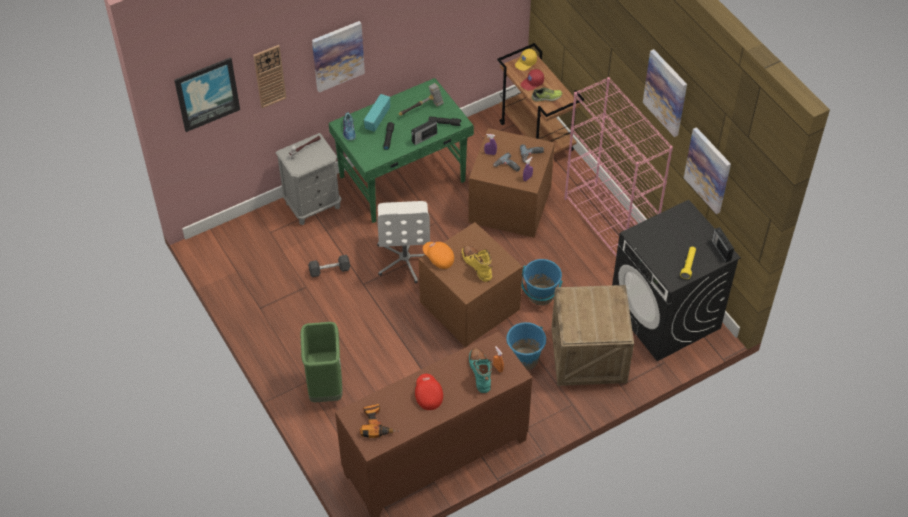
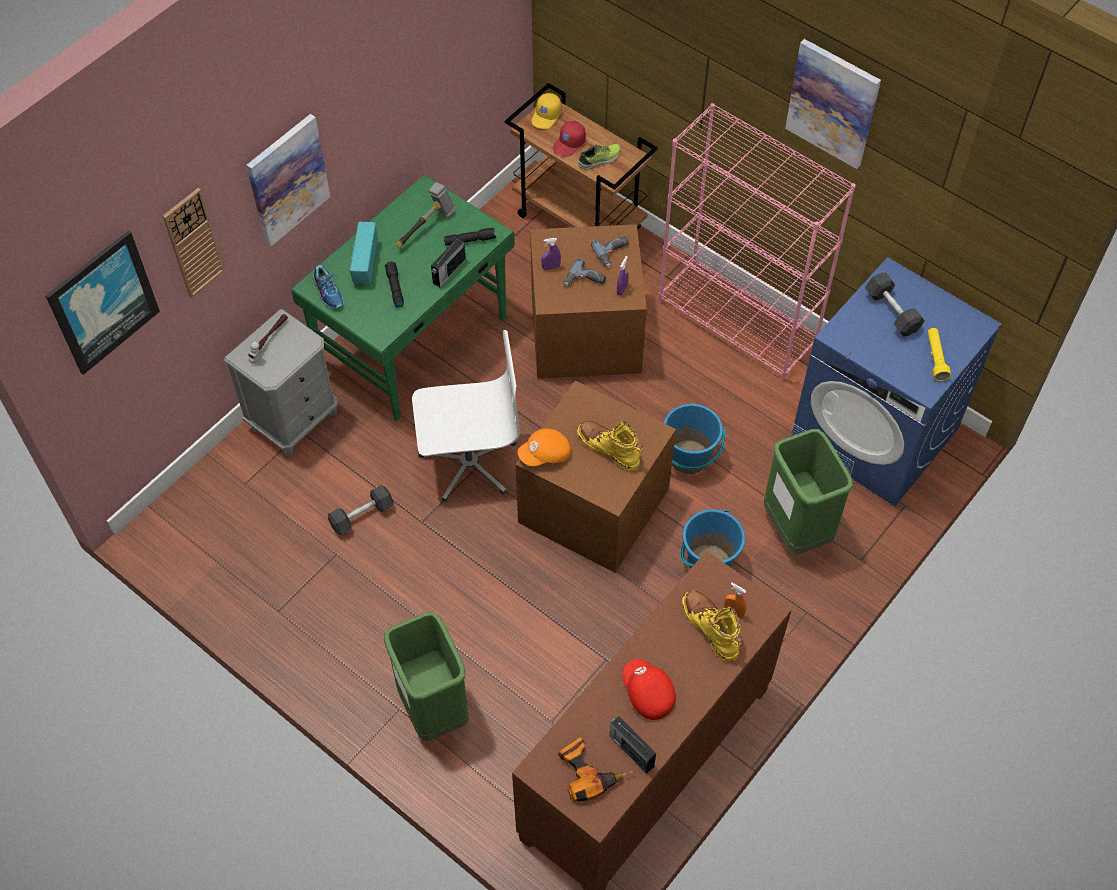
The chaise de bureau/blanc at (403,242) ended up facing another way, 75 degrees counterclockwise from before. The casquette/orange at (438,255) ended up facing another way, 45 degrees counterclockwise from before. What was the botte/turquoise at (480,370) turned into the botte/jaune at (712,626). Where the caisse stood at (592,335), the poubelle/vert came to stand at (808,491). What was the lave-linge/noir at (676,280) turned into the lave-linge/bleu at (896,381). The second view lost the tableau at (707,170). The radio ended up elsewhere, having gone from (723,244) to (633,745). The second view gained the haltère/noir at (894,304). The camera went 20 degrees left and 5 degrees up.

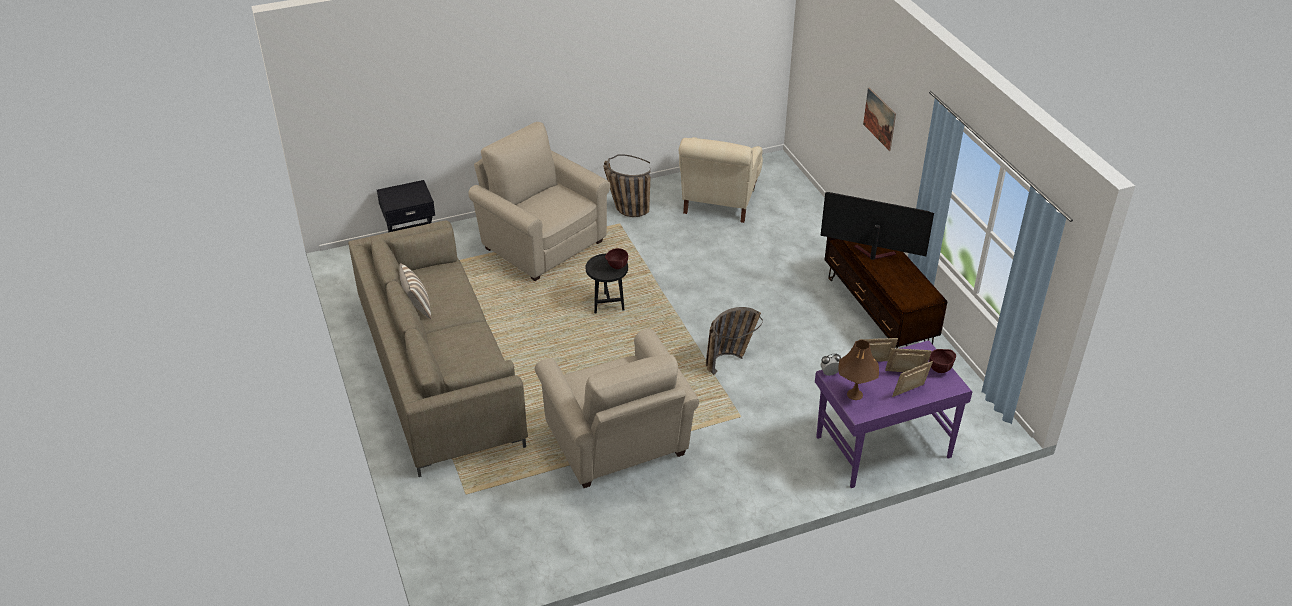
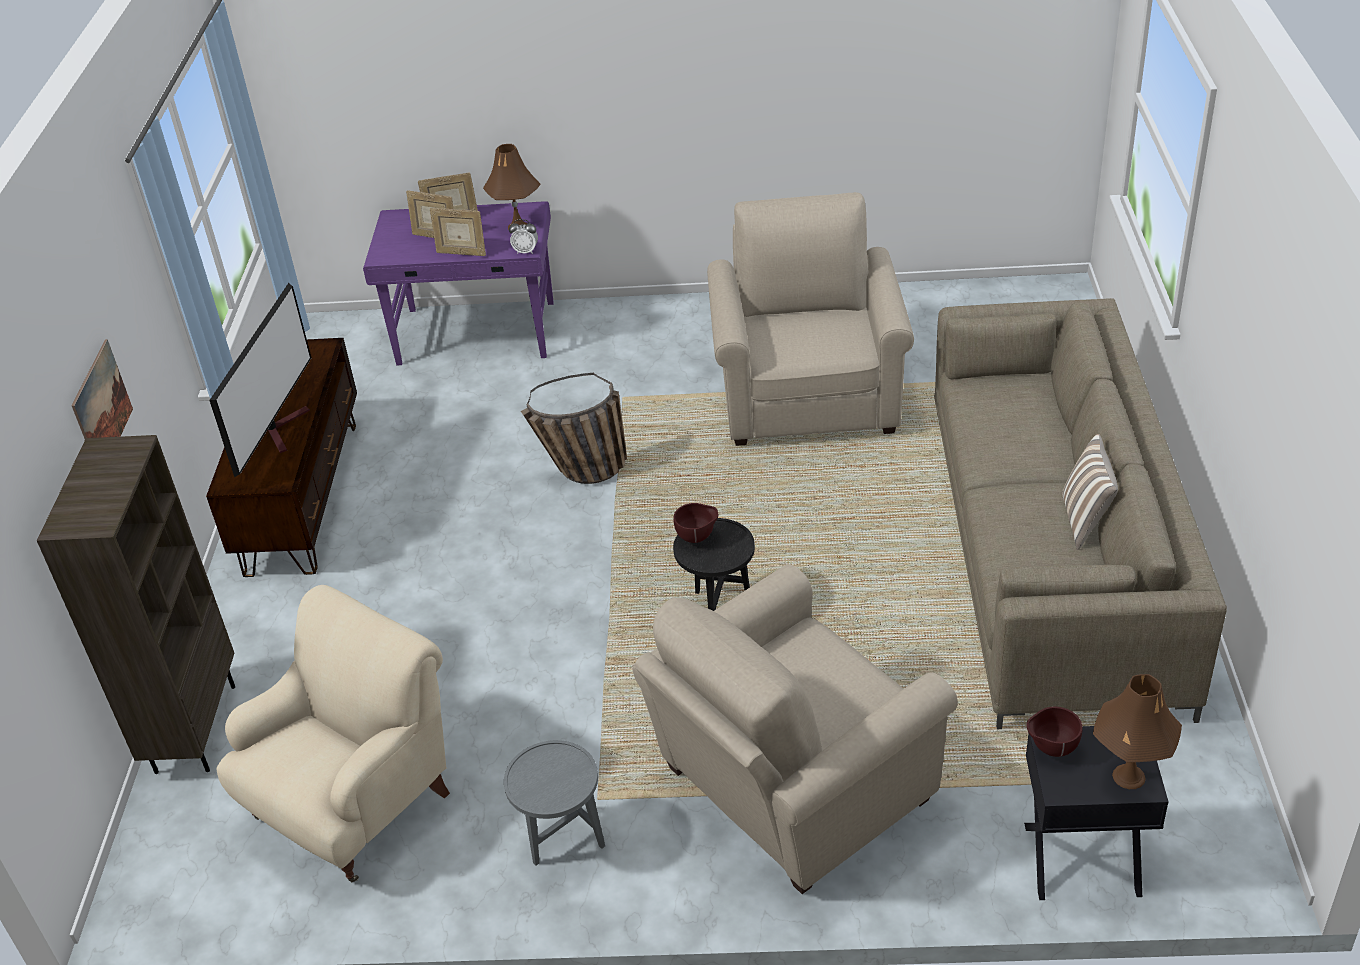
The fauteuil/beige at (539,201) ended up facing another way, 75 degrees clockwise from before. Where the panier stood at (627,185), the table d'appoint/gris came to stand at (554,802). The téléviseur at (877,226) ended up facing another way, 120 degrees counterclockwise from before. The bol/marron ended up elsewhere, having gone from (942,361) to (1054,732). The second view gained the bibliothèque/marron at (136,604). The second view gained the lampe de table/marron at (1137,731). The camera went 155 degrees left and 0 degrees up.

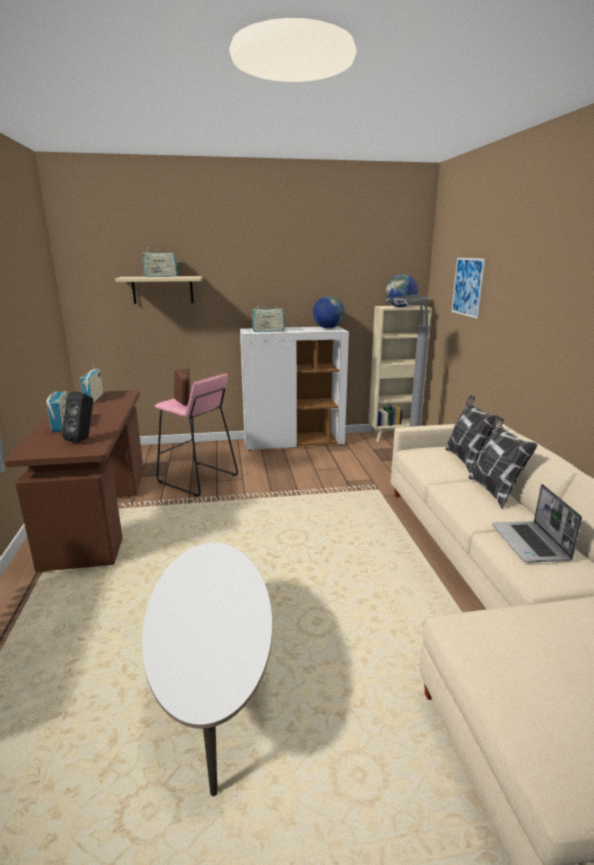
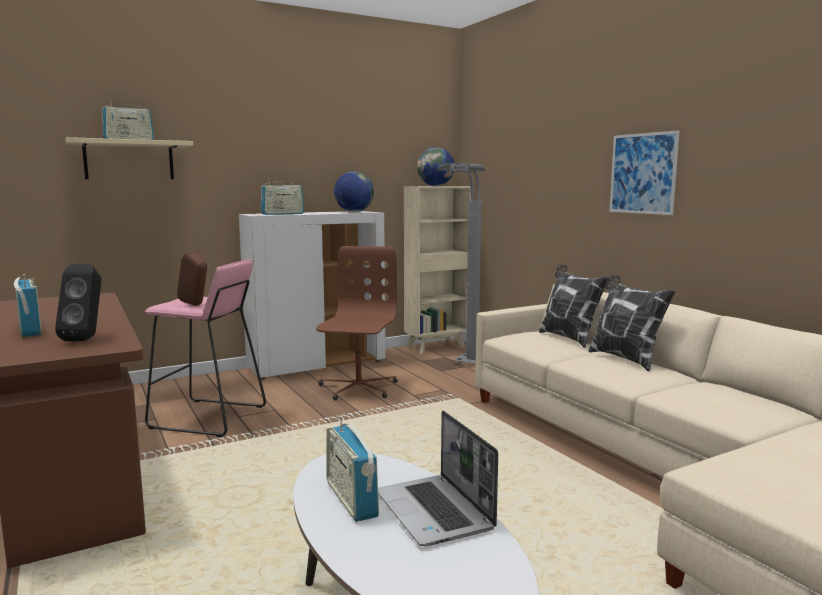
The radio ended up elsewhere, having gone from (91,385) to (352,468). The tableau ended up elsewhere, having gone from (468,288) to (645,172). The ordinateur portable ended up elsewhere, having gone from (537,523) to (438,478). The second view gained the chaise de bureau/marron at (357,323). The camera went 20 degrees left and 10 degrees down.

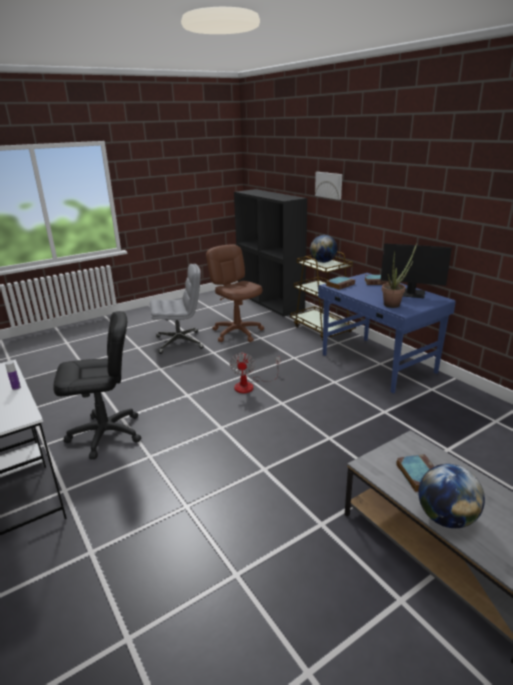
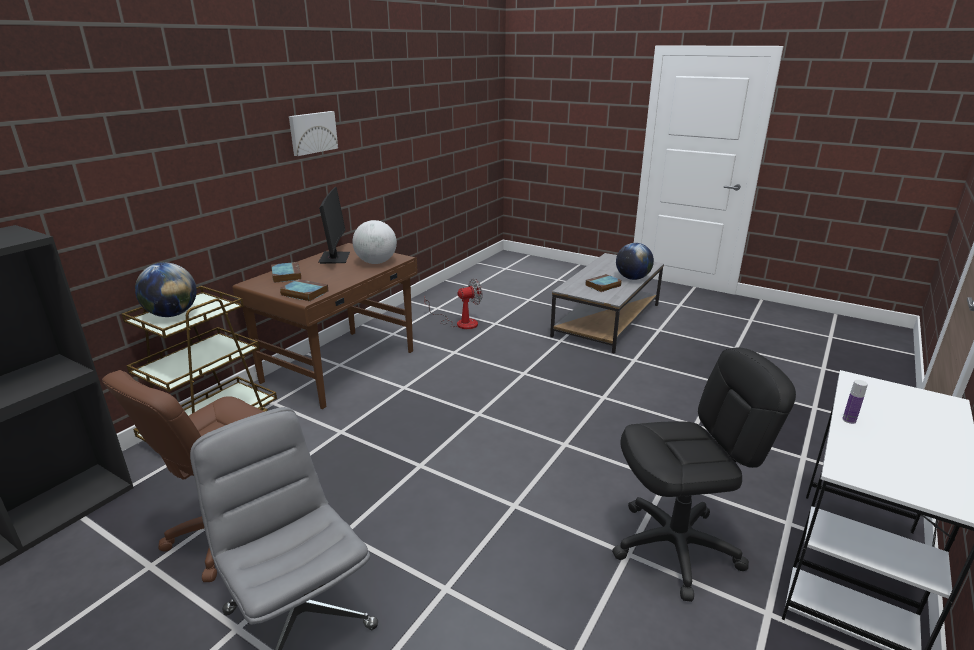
The chaise de bureau/noir at (97,385) ended up facing another way, 120 degrees clockwise from before. The ventilateur ended up elsewhere, having gone from (255,372) to (453,304). The tableau ended up elsewhere, having gone from (328,186) to (313,133). What was the bureau/bleu at (387,333) turned into the bureau/marron at (325,326). Where the plante en pot stood at (399,276), the globe came to stand at (375,242). The camera went 115 degrees left and 0 degrees up.

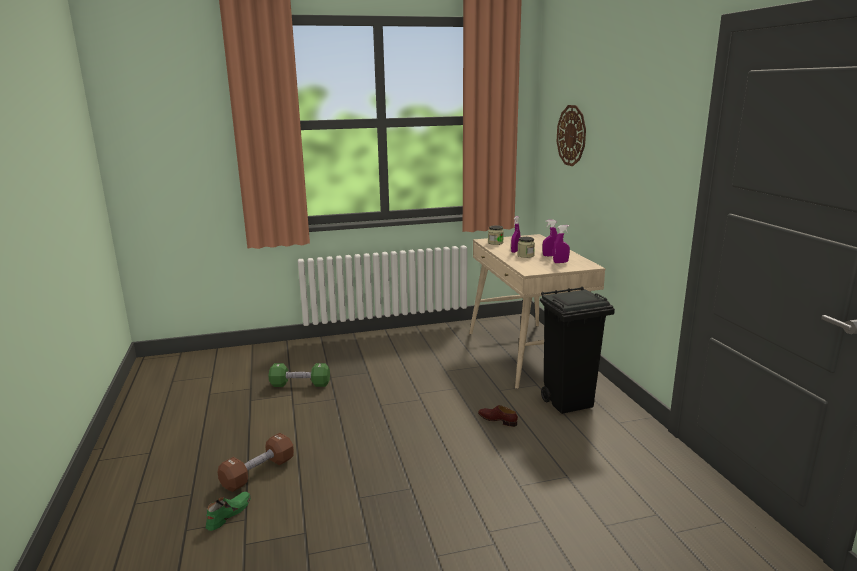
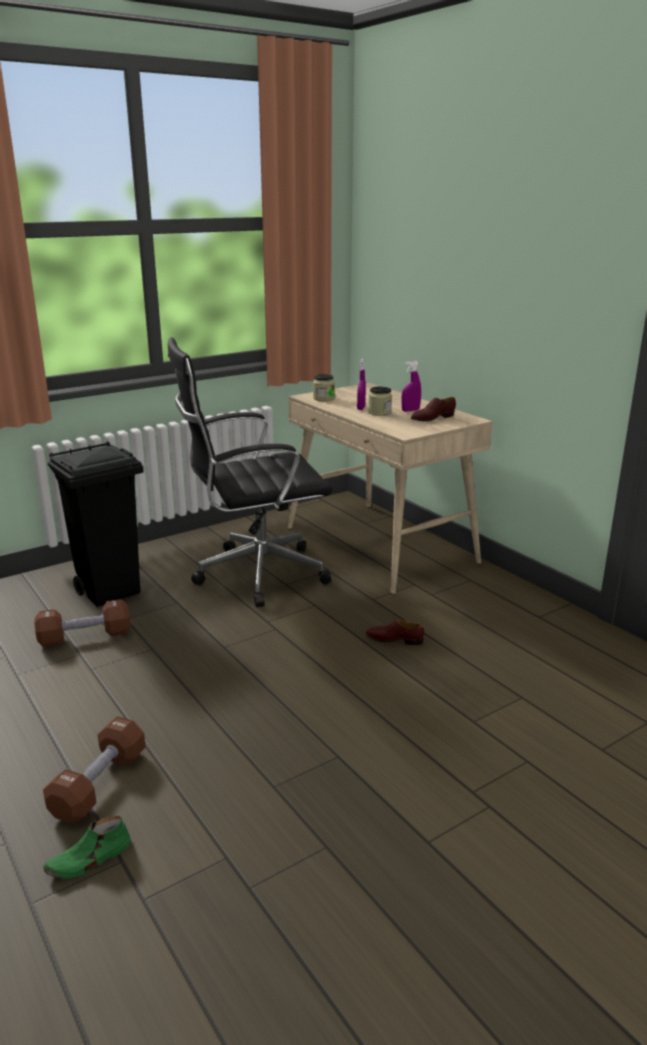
The chaussure/vert at (228,511) ended up facing another way, 135 degrees counterclockwise from before. What was the haltère/vert at (299,375) turned into the haltère/marron at (82,623). The poubelle/noir ended up elsewhere, having gone from (577,350) to (96,524). Where the vaporisateur/violet stood at (561,244), the chaussure/marron came to stand at (433,409). The second view lost the horloge murale at (571,135). The second view gained the chaise de bureau/noir at (250,472). The camera went 20 degrees left and 5 degrees up.

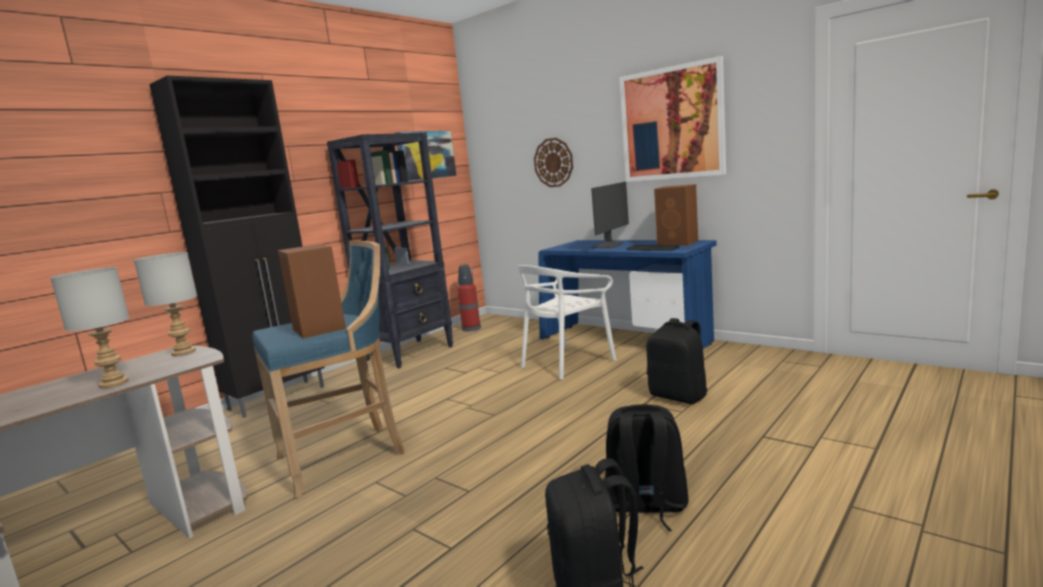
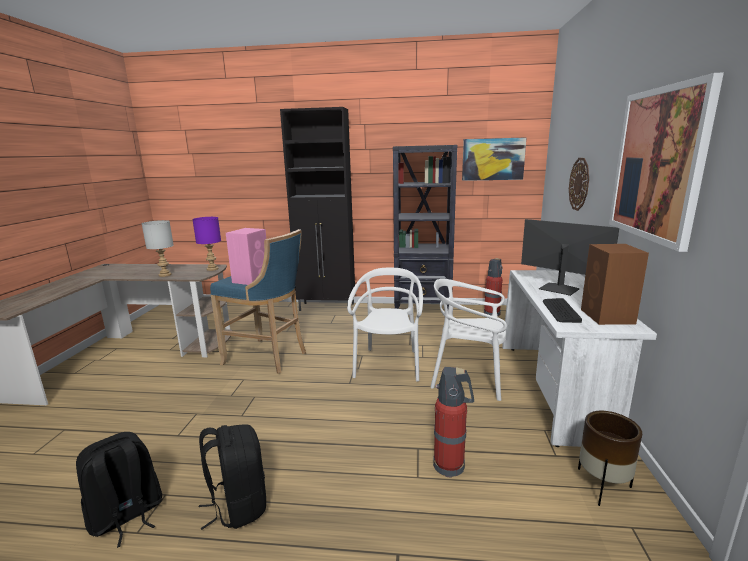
What was the lampe de table/gris at (165,304) turned into the lampe de table/violet at (206,244). What was the enceinte/marron at (312,291) turned into the enceinte/rose at (246,256). What was the bureau/bleu at (627,294) turned into the bureau/blanc at (579,358). The écran d'ordinateur at (610,215) ended up facing another way, 135 degrees counterclockwise from before. Where the sac à dos/noir stood at (676,361), the extincteur came to stand at (453,422). The second view gained the chaise/blanc at (385,325). The second view gained the cache-pot/marron at (610,458). The camera went 55 degrees right and 5 degrees up.

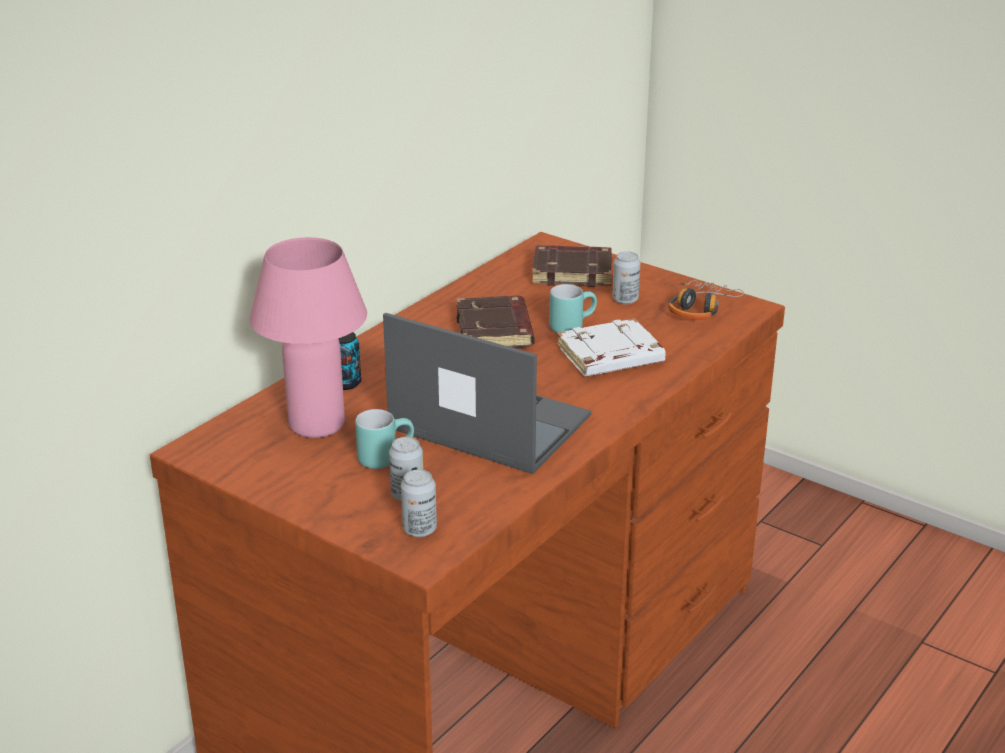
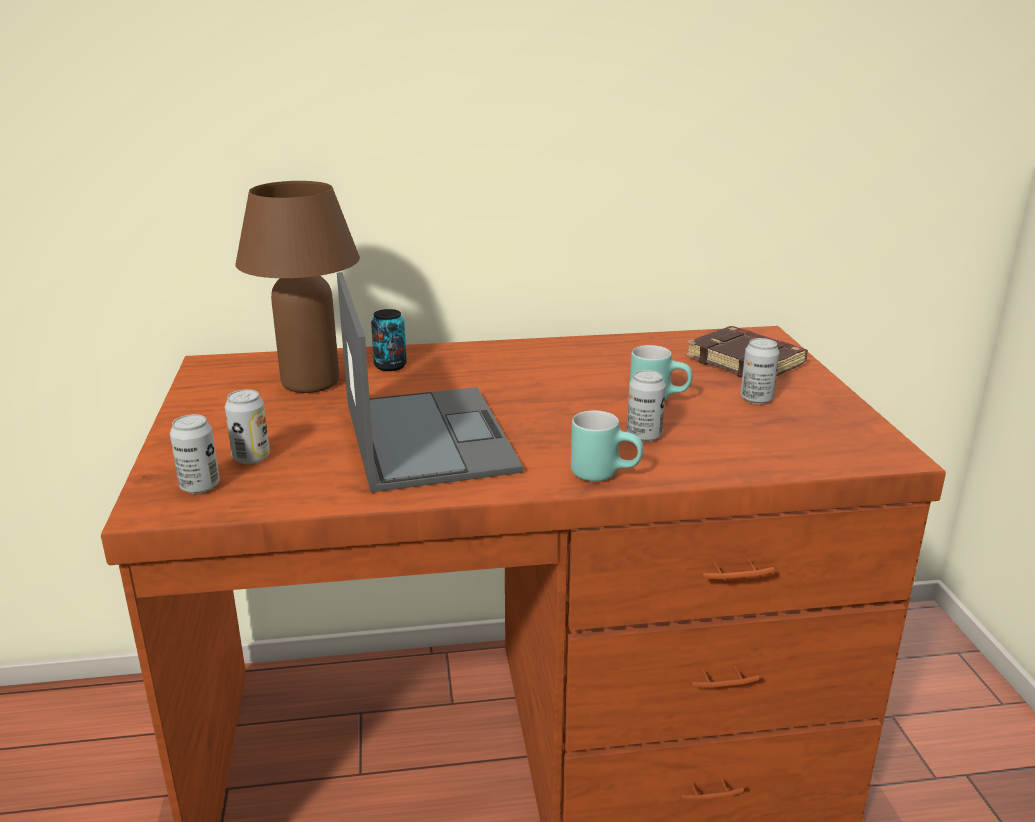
What was the lampe de table/rose at (308,337) turned into the lampe de table/marron at (297,287). The mug/turquoise ended up elsewhere, having gone from (384,439) to (607,445). The second view lost the livre/marron at (495,322). Where the livre/blanc stood at (611,347), the boîte métallique came to stand at (646,406). The second view lost the casque audio at (706,300). The camera went 45 degrees right and 5 degrees down.

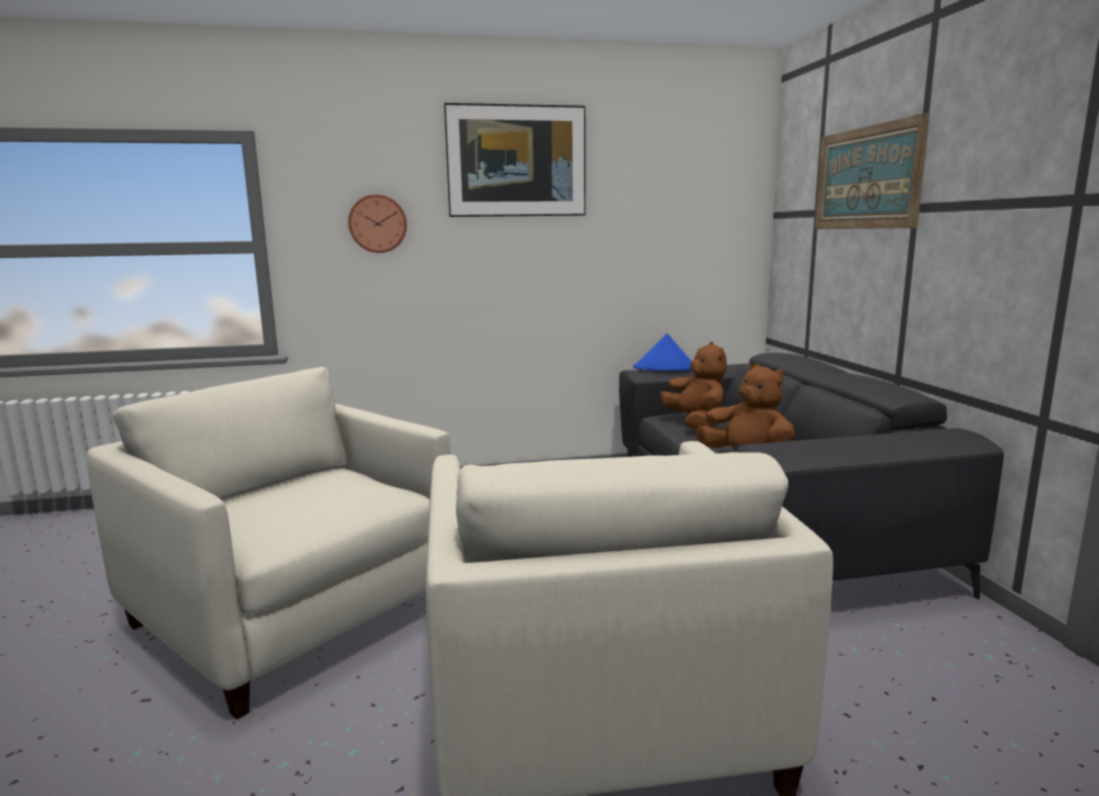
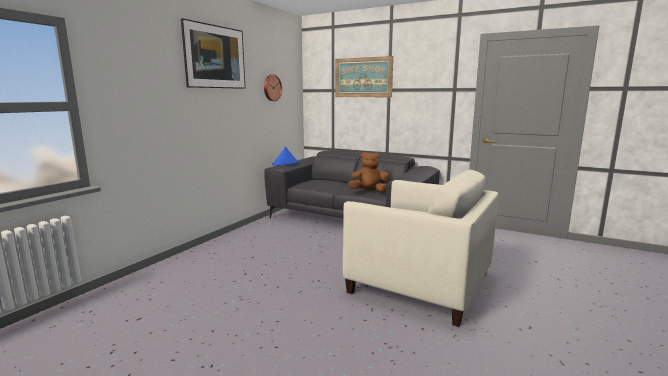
The second view lost the fauteuil/beige at (269,543). The horloge murale ended up elsewhere, having gone from (377,223) to (273,88). The second view lost the peluche/marron at (693,386). The camera went 50 degrees left and 0 degrees up.

